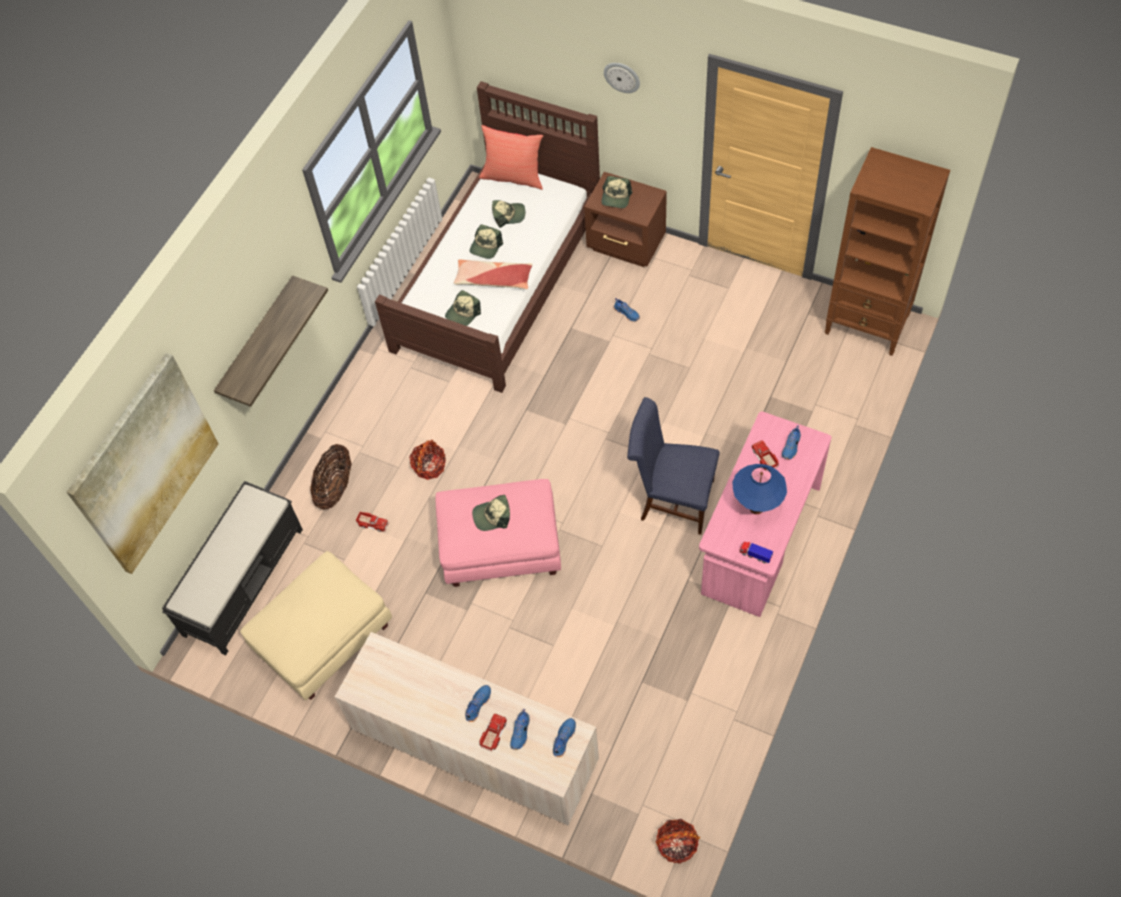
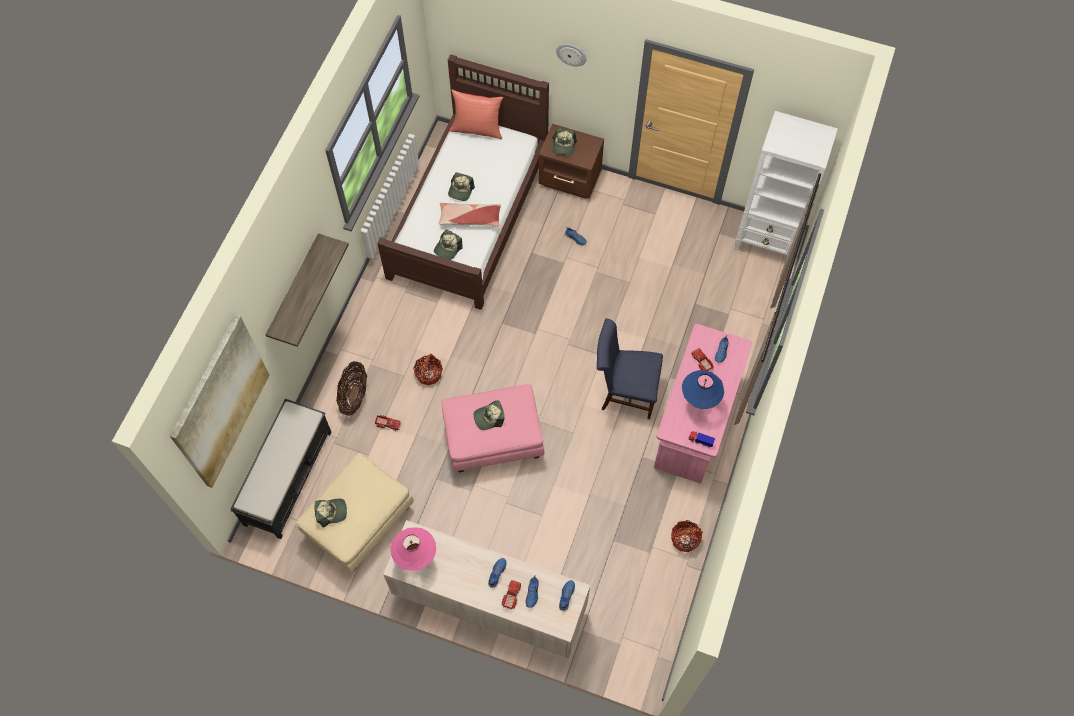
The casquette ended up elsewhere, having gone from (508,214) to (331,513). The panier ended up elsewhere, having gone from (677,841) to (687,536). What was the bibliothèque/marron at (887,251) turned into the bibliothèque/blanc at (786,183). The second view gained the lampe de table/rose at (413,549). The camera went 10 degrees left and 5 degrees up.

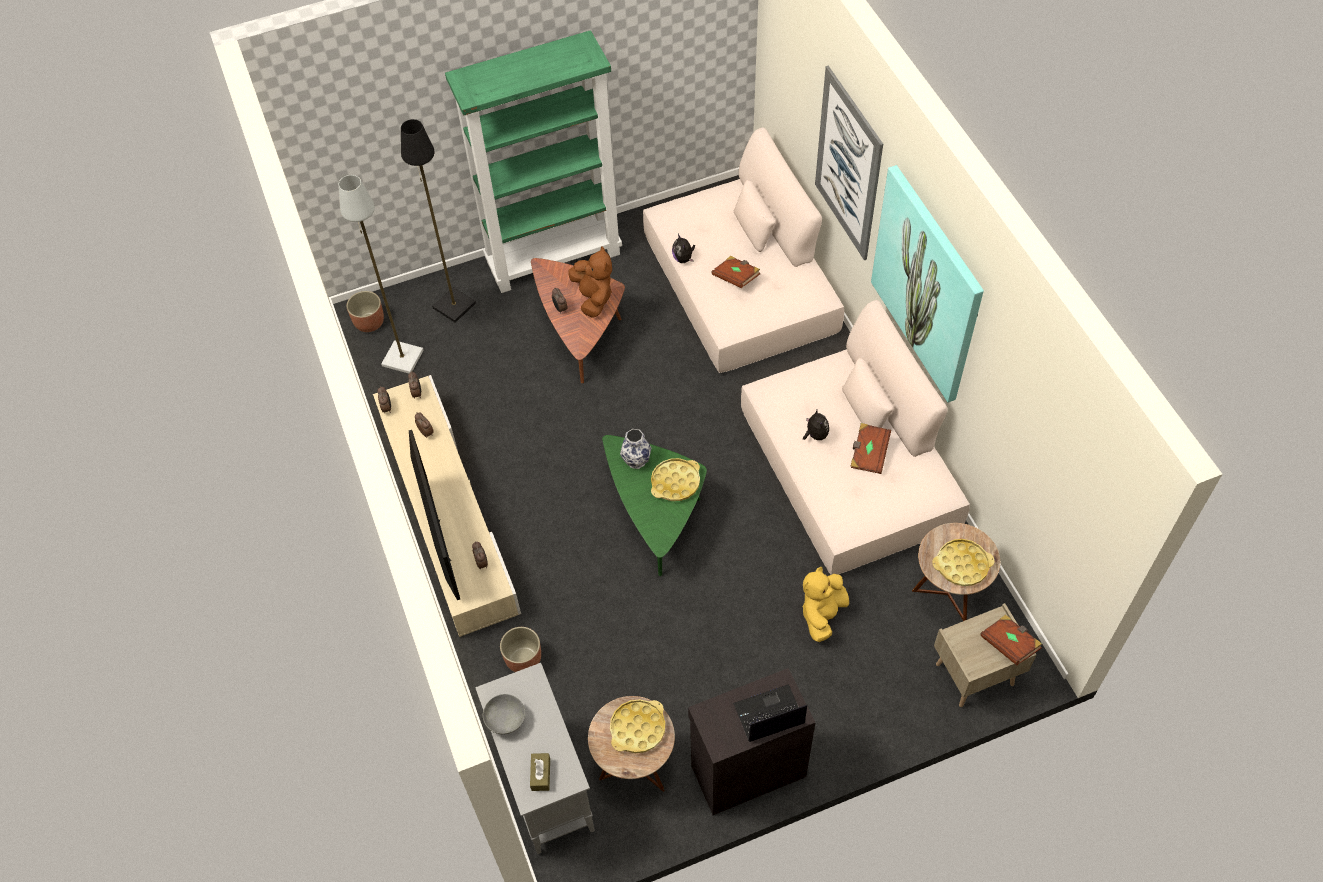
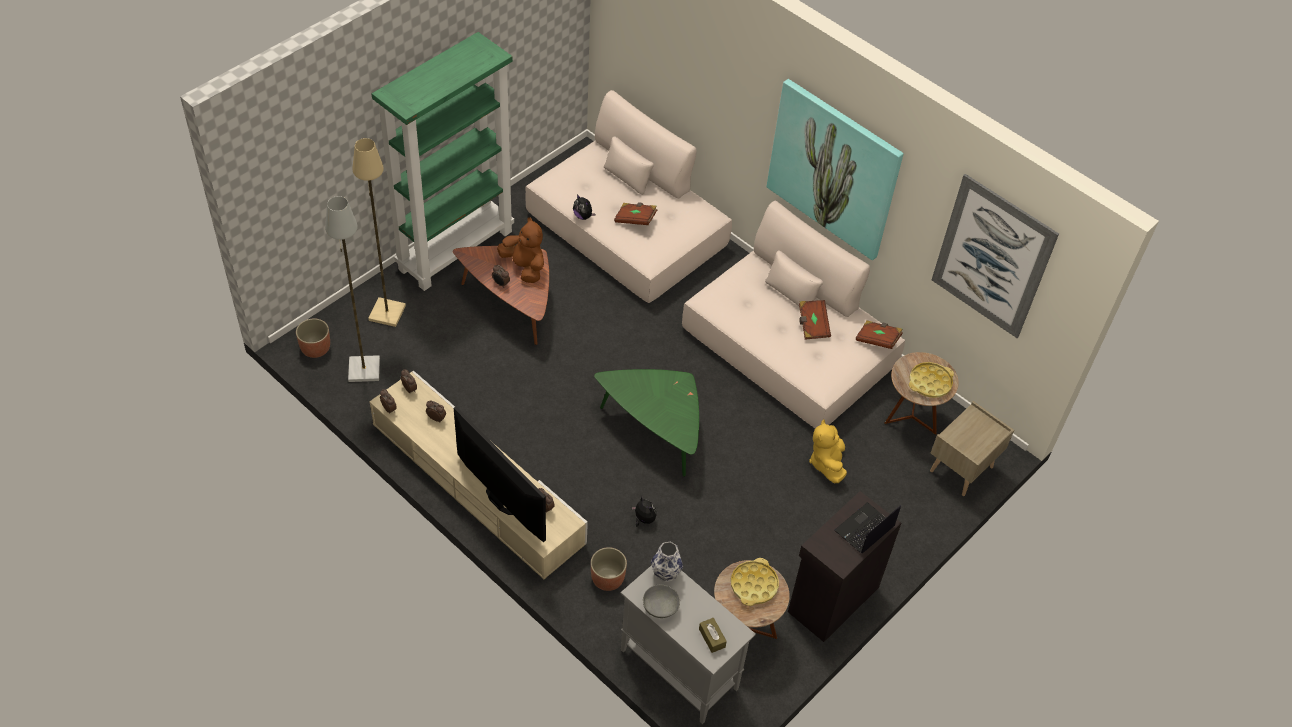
What was the lampadaire/noir at (438,221) turned into the lampadaire/beige at (379,232). The vase ended up elsewhere, having gone from (635,449) to (667,562). The second view lost the plateau/jaune at (675,479). The peluche ended up elsewhere, having gone from (816,424) to (644,512). The tableau ended up elsewhere, having gone from (849,163) to (995,256). The livre/marron ended up elsewhere, having gone from (1011,640) to (879,335). The camera went 30 degrees left and 5 degrees down.

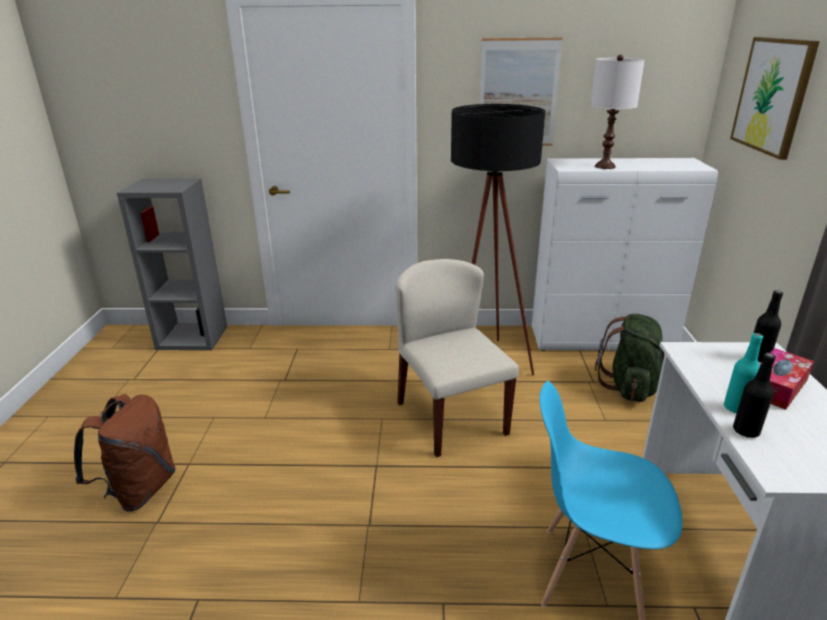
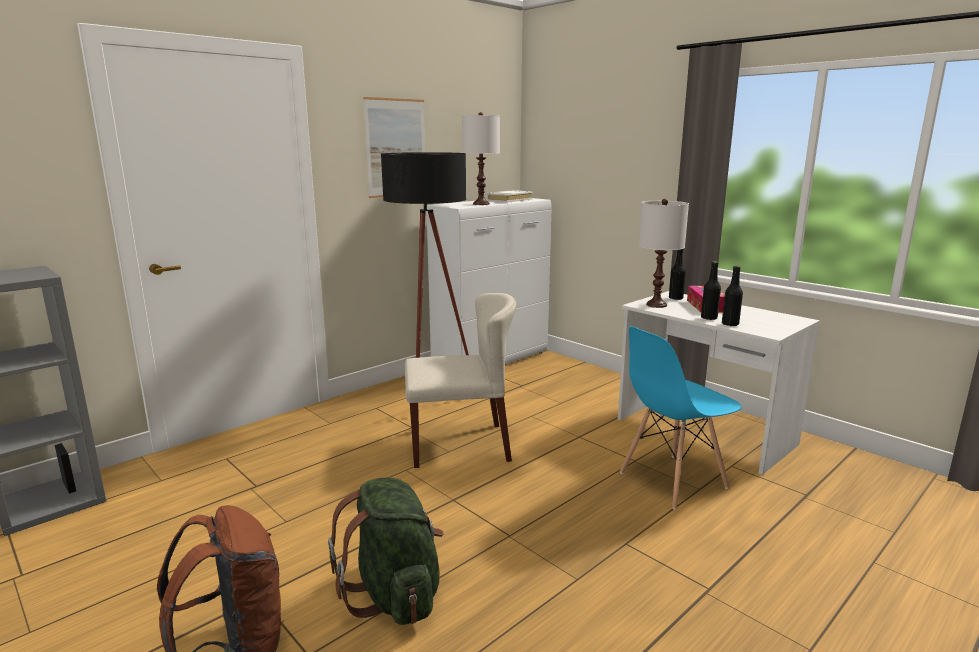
The chaise/beige at (457,358) ended up facing another way, 150 degrees clockwise from before. The sac à dos/vert ended up elsewhere, having gone from (630,358) to (385,551). What was the bouteille/turquoise at (743,373) turned into the bouteille/noir at (711,290). The second view lost the tableau at (775,98). The second view gained the livre/blanc at (510,196). The second view gained the lampe de table/blanc at (663,253). The camera went 45 degrees left and 10 degrees down.

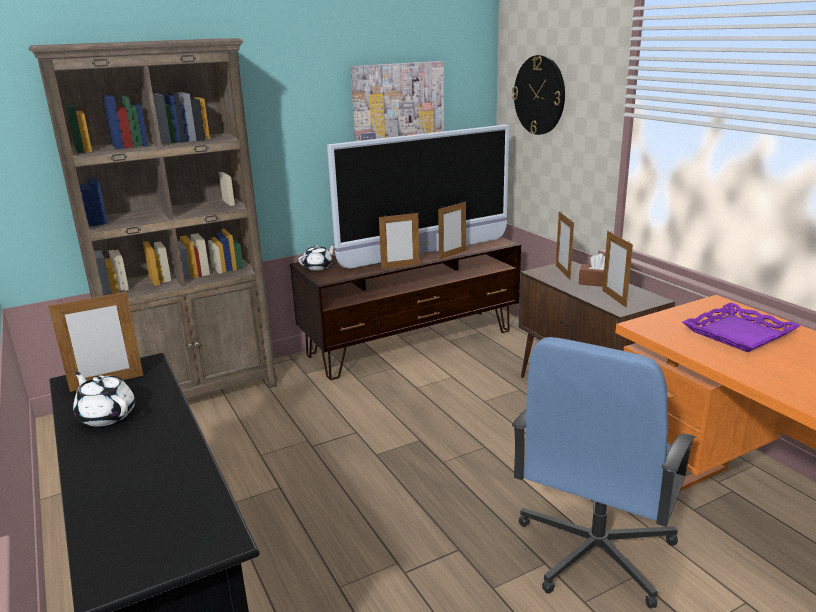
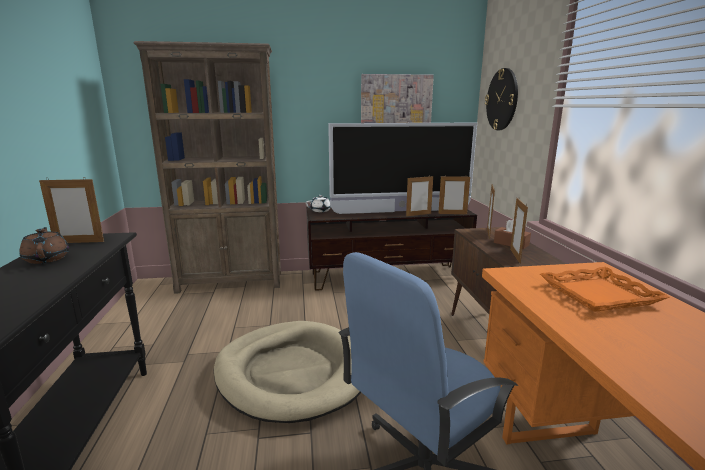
What was the théière/blanc at (104,399) turned into the théière/marron at (44,245). The cadre photo ended up elsewhere, having gone from (399,241) to (454,194). What was the plateau/violet at (741,327) turned into the plateau/orange at (605,289). The second view gained the panier pour chien/beige at (287,372). The camera went 20 degrees right and 5 degrees down.

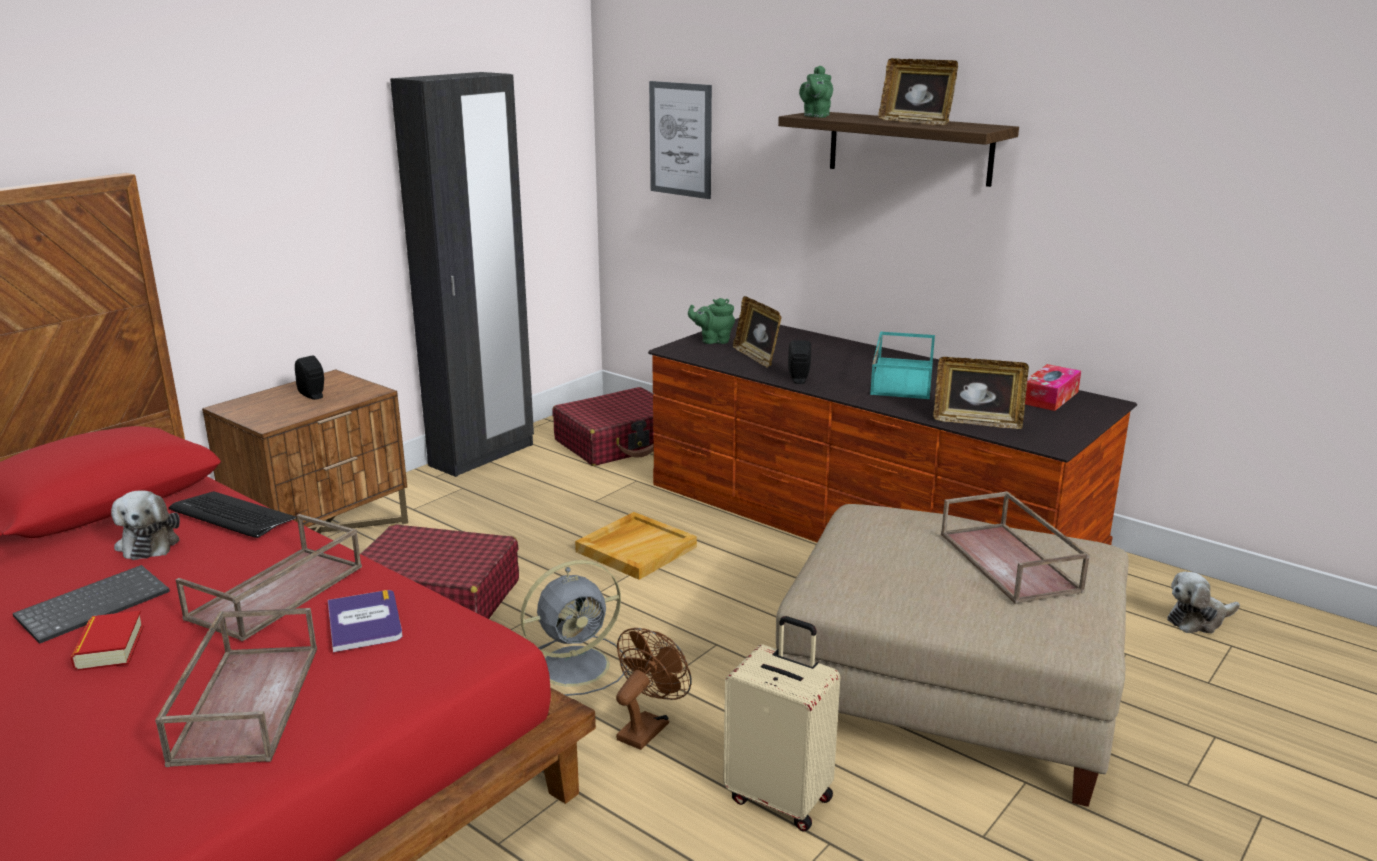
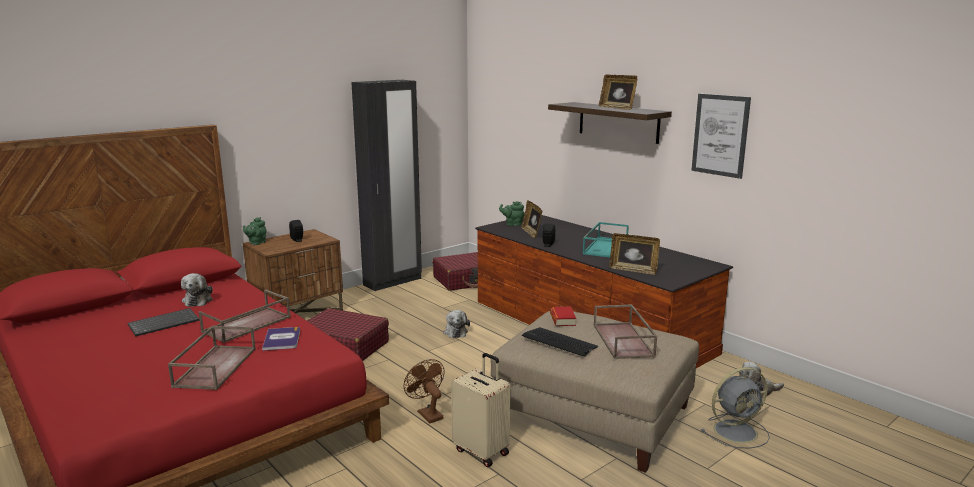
The livre ended up elsewhere, having gone from (107,641) to (563,316). The clavier ended up elsewhere, having gone from (233,514) to (560,342). The ventilateur/gris ended up elsewhere, having gone from (574,628) to (735,407). Where the plateau/beige stood at (636,546), the peluche came to stand at (457,324). The ventilateur/marron at (654,689) ended up facing another way, 75 degrees counterclockwise from before. The tableau ended up elsewhere, having gone from (680,140) to (721,136). The théière/vert ended up elsewhere, having gone from (816,92) to (254,231). The second view lost the boîte à mouchoirs at (1053,387). The camera went 10 degrees right and 5 degrees down.

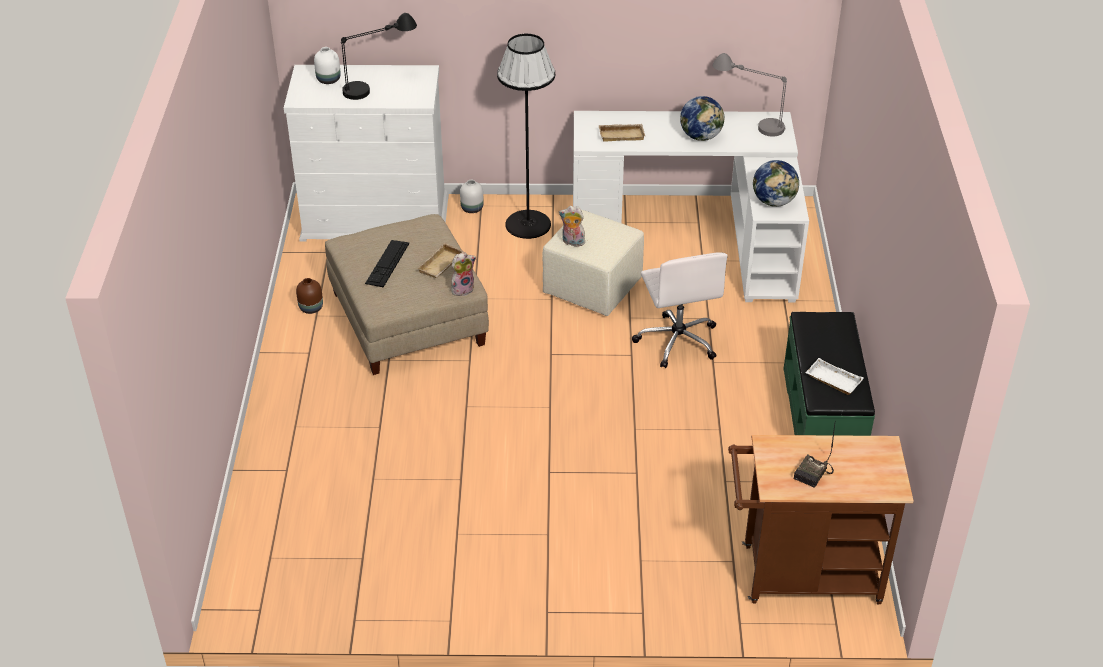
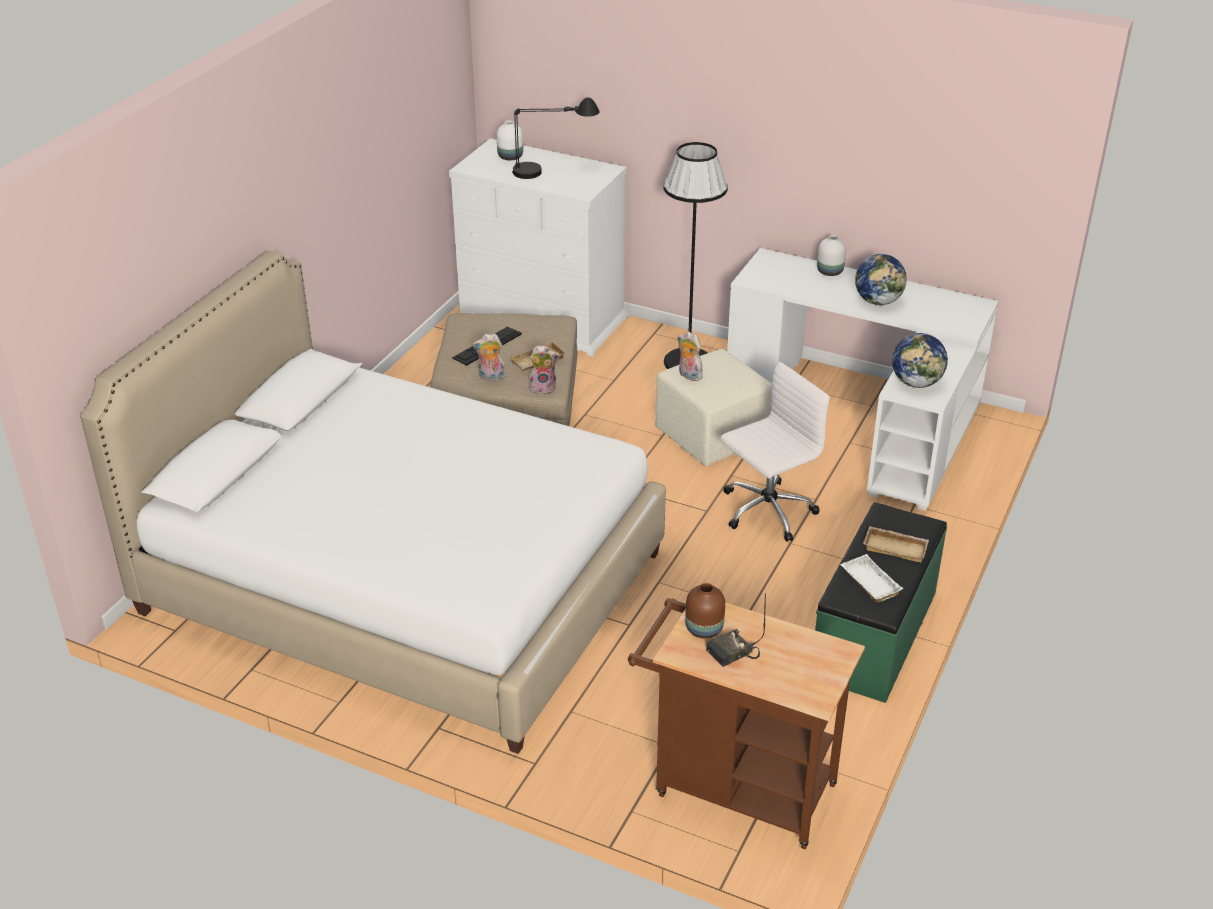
The vase/marron ended up elsewhere, having gone from (309,296) to (705,611). The vase/blanc ended up elsewhere, having gone from (472,196) to (831,255). The plateau/beige ended up elsewhere, having gone from (622,133) to (896,544). The chaise de bureau/blanc at (680,310) ended up facing another way, 135 degrees counterclockwise from before. The second view lost the lampe de table/gris at (750,95). The second view gained the lit/blanc at (373,502). The second view gained the peluche at (488,357). The camera went 25 degrees right and 5 degrees down.

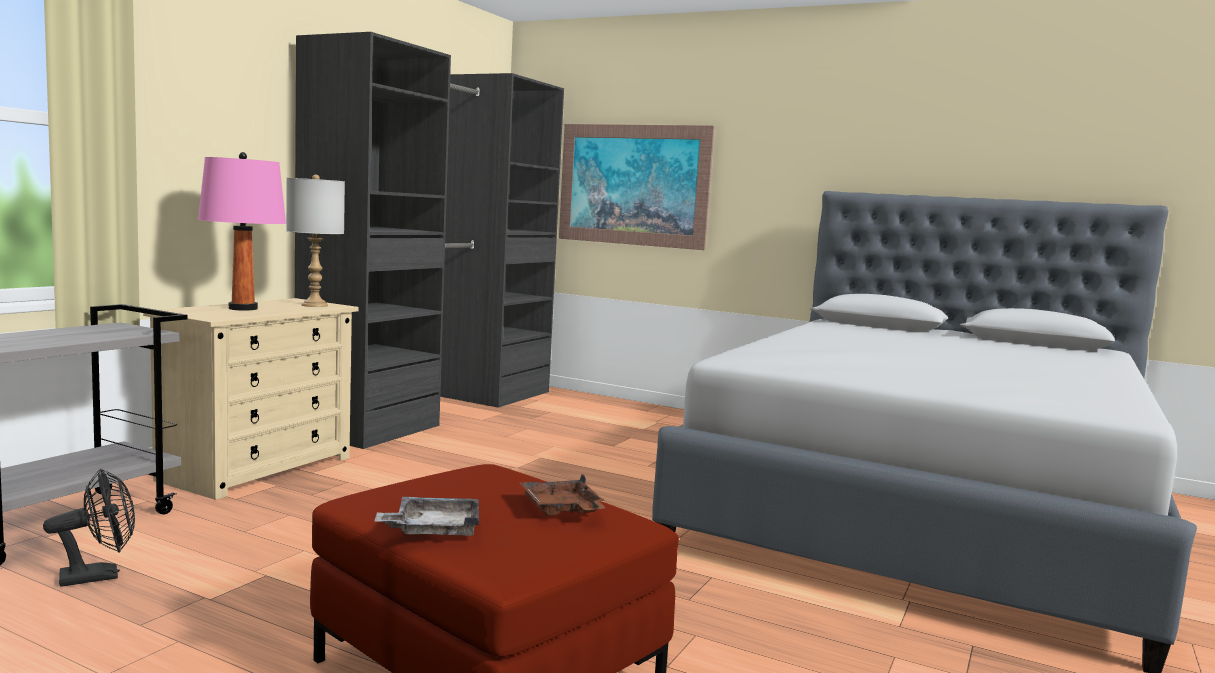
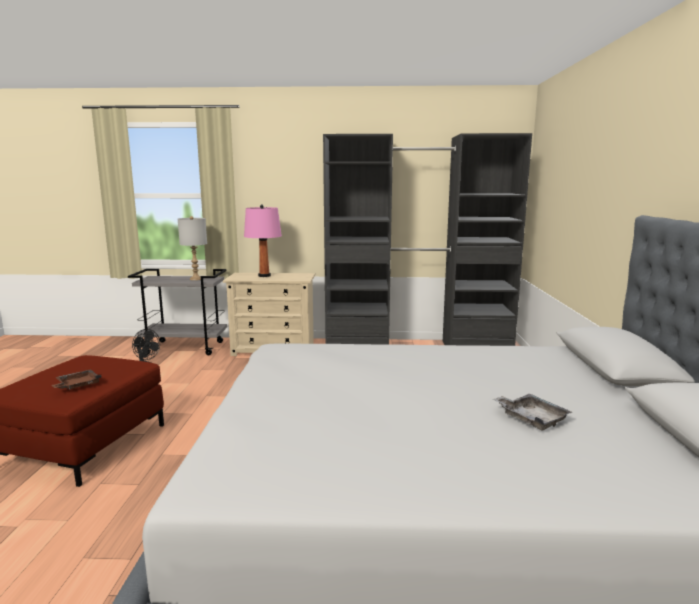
The lampe de table/gris ended up elsewhere, having gone from (315,240) to (192,248). The plateau/gris ended up elsewhere, having gone from (426,516) to (532,412). The second view lost the tableau at (637,187). The camera went 65 degrees right and 5 degrees up.

